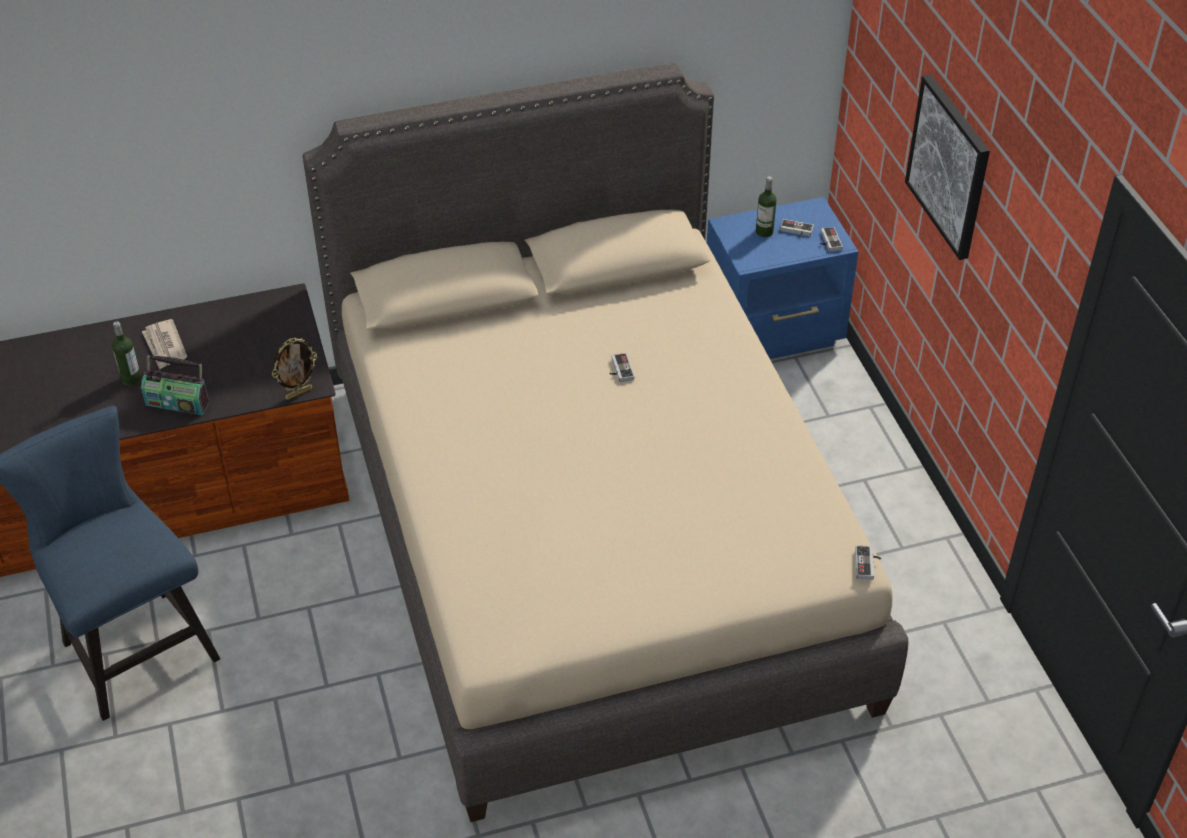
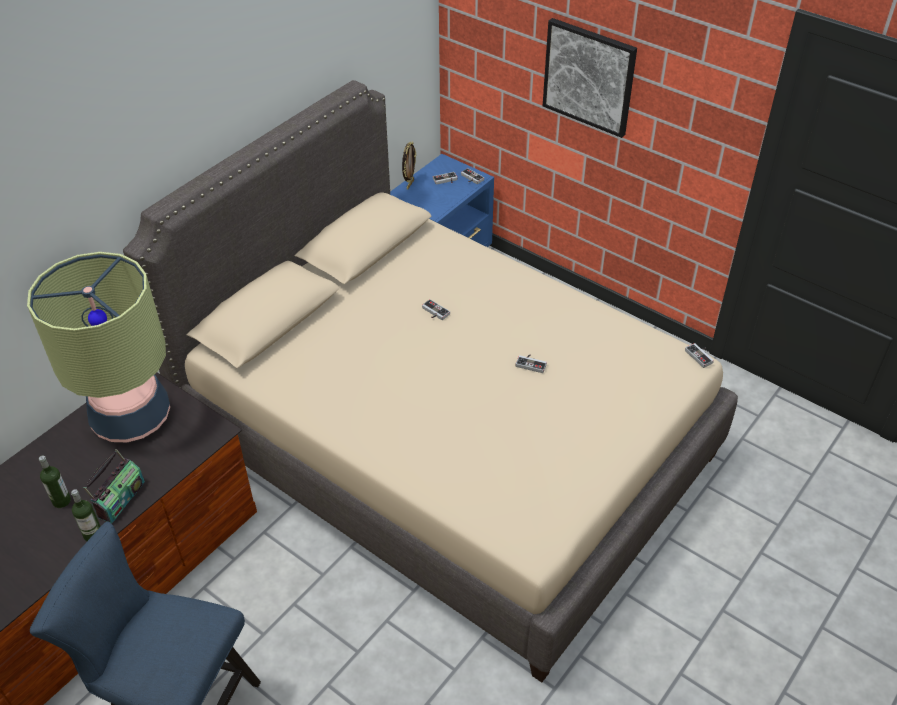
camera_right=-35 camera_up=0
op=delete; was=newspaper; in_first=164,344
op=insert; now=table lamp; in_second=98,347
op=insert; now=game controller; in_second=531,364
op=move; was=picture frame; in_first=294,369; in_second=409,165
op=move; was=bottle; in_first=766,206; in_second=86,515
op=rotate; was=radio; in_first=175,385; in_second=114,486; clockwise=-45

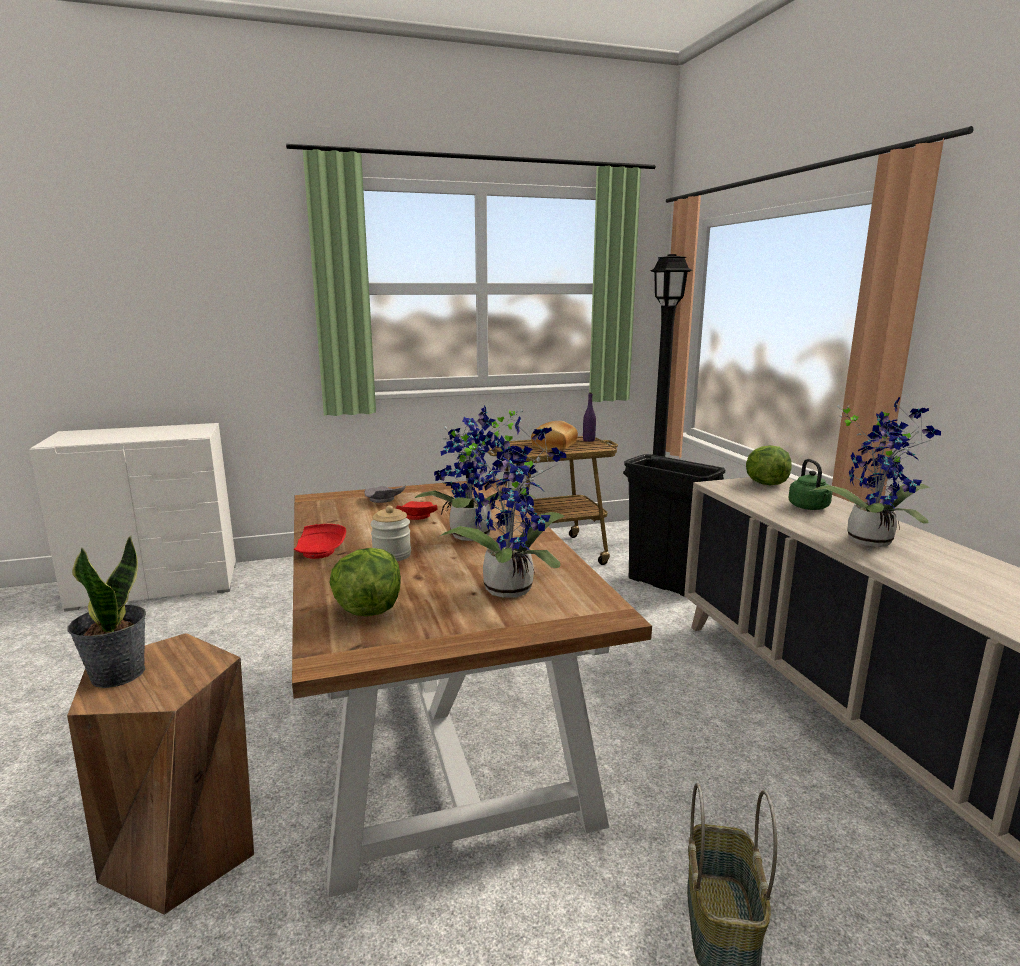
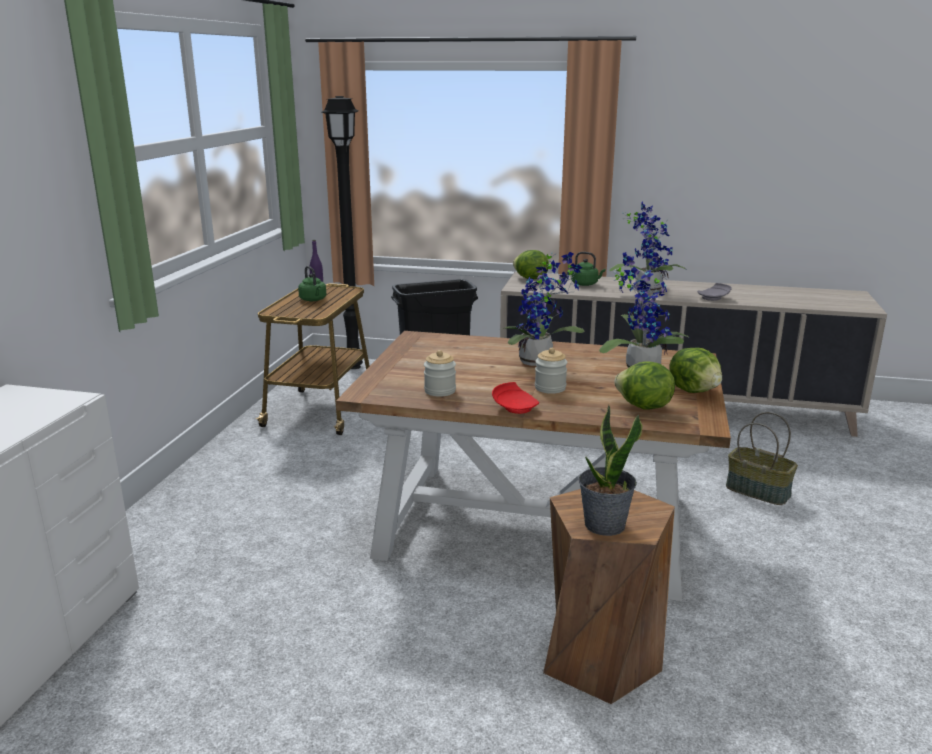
camera_right=-60 camera_up=5
op=delete; was=plate (red); in_first=416,510
op=insert; now=jar; in_second=440,373
op=insert; now=lettuce; in_second=695,370
op=move; was=plate (grey); in_first=385,493; in_second=714,292
op=replace; was=bread; now=kettle (green); in_first=554,436; in_second=312,283

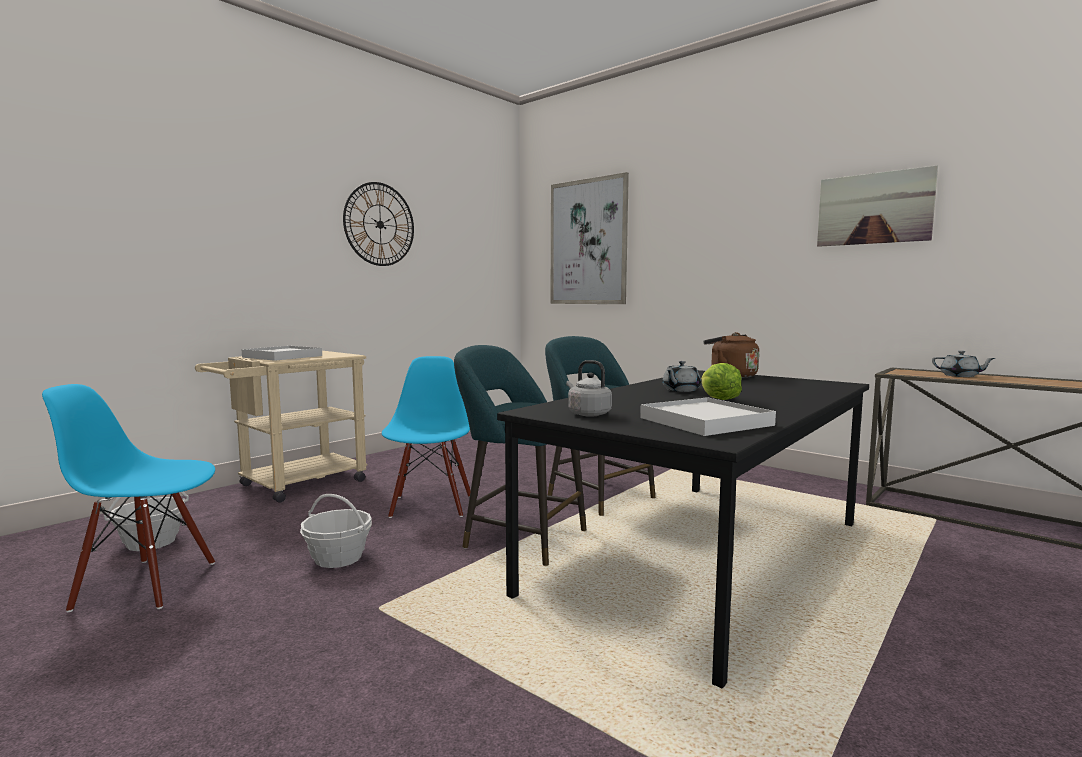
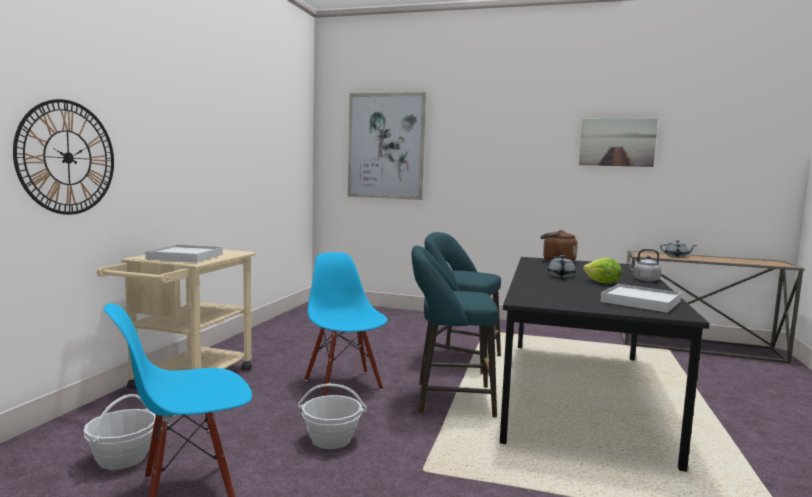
camera_right=-25 camera_up=0
op=move; was=wall clock; in_first=378,224; in_second=63,157
op=move; was=kettle (grey); in_first=589,388; in_second=643,265

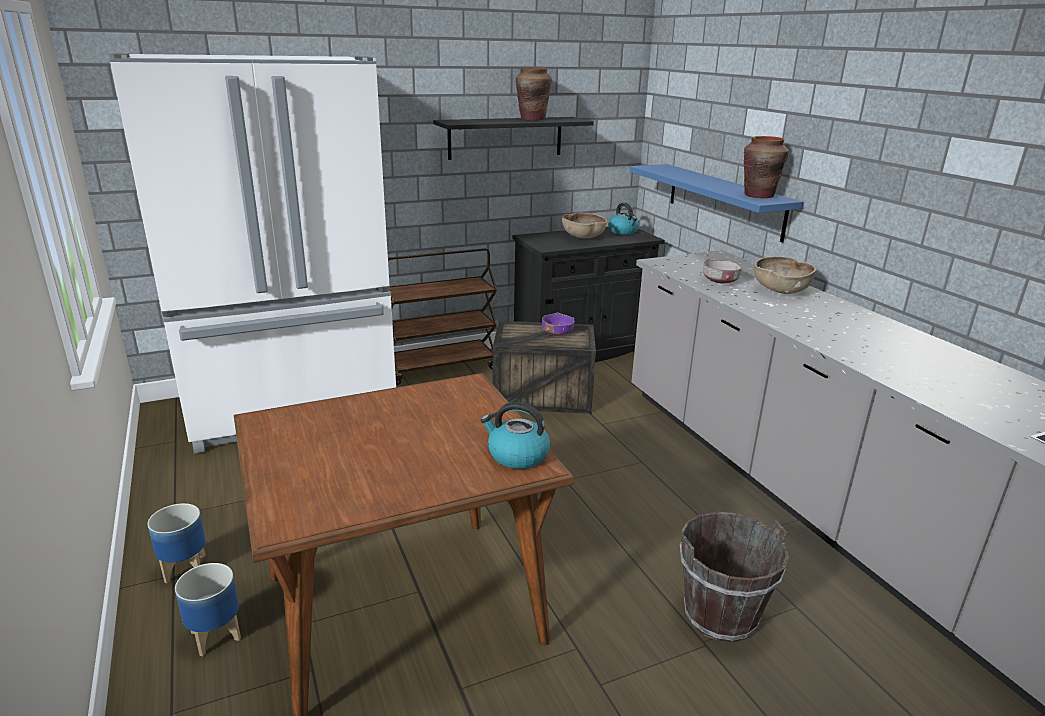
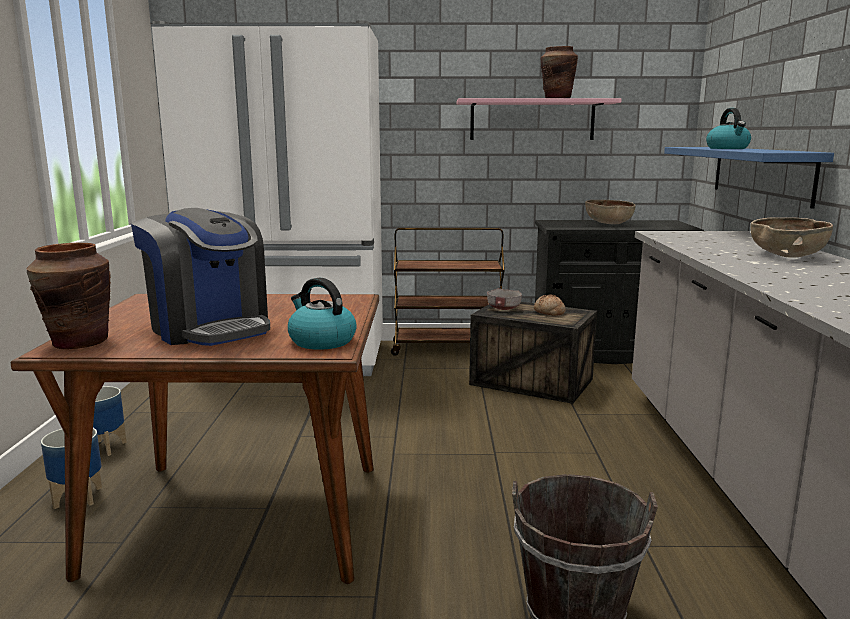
camera_right=25 camera_up=-10
op=insert; now=coffee machine; in_second=200,277
op=move; was=kettle; in_first=623,219; in_second=728,128
op=move; was=bowl (grey); in_first=722,271; in_second=504,299
op=move; was=vase (brown); in_first=766,167; in_second=69,296
op=replace; was=bowl (purple); now=bread; in_first=558,324; in_second=550,305
op=recolor; was=shelf (black); now=shelf (pink); in_first=513,138; in_second=539,119

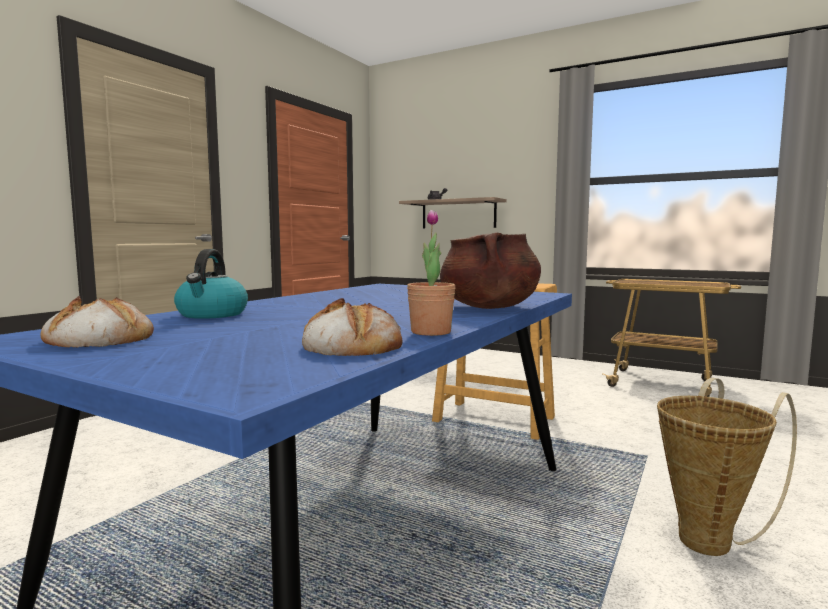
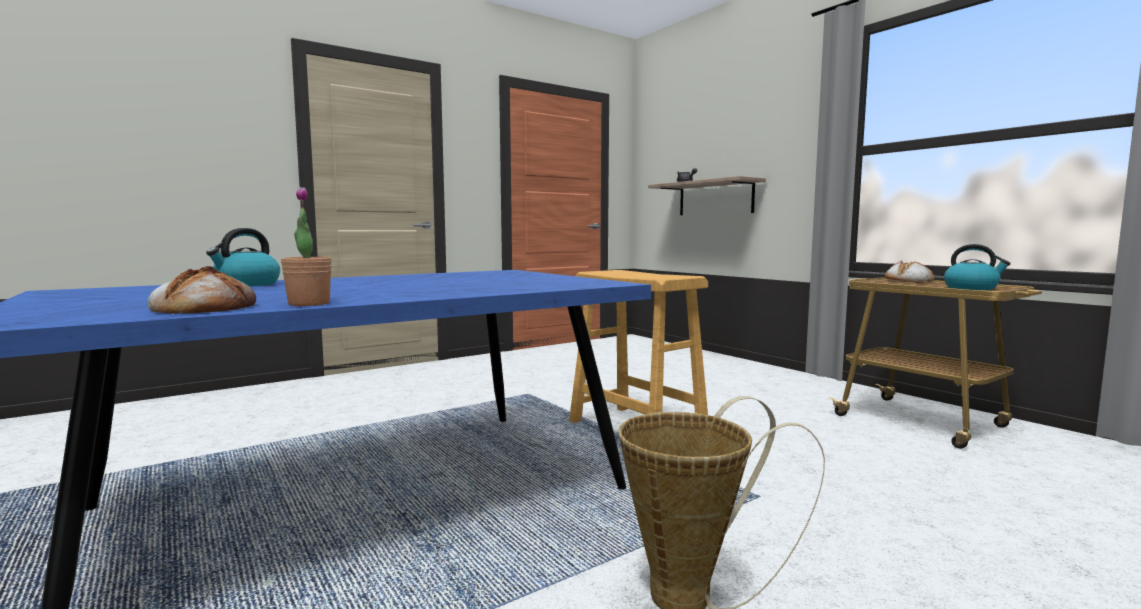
camera_right=25 camera_up=0
op=delete; was=cooking pot (brown); in_first=490,270
op=insert; now=kettle; in_second=977,267
op=move; was=bread; in_first=97,321; in_second=909,271

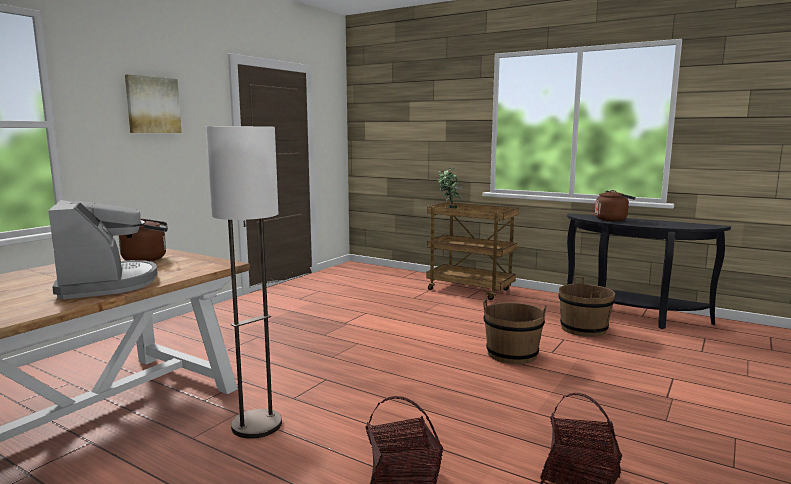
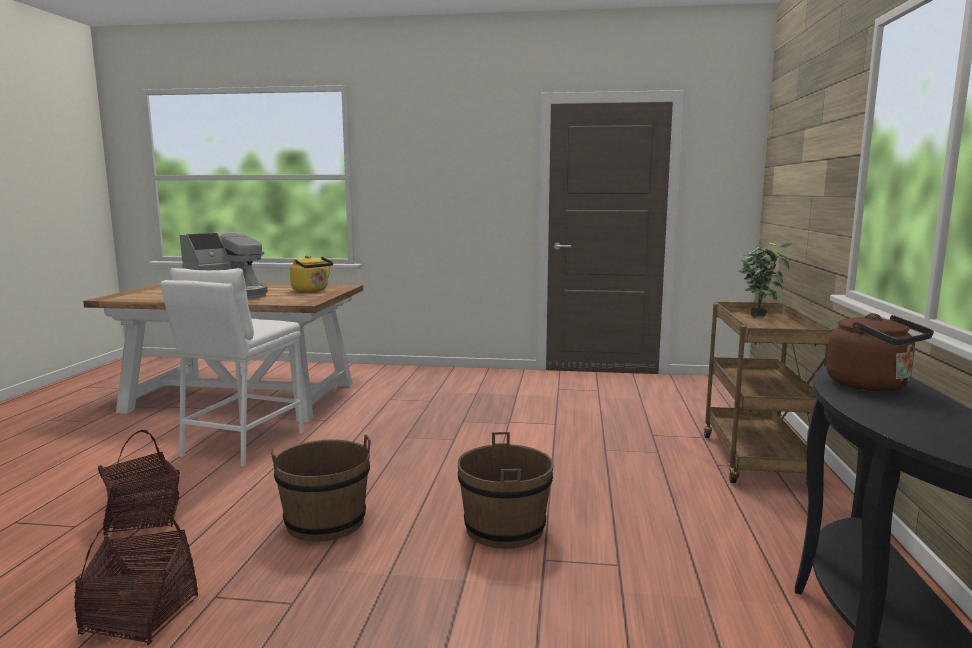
camera_right=65 camera_up=0
op=delete; was=picture; in_first=153,103
op=move; was=bucket (brown); in_first=586,307; in_second=321,488
op=replace; was=floor lamp; now=stool (white); in_first=244,282; in_second=232,367
op=recolor; was=kettle (brown); now=kettle (yellow); in_first=143,240; in_second=311,273

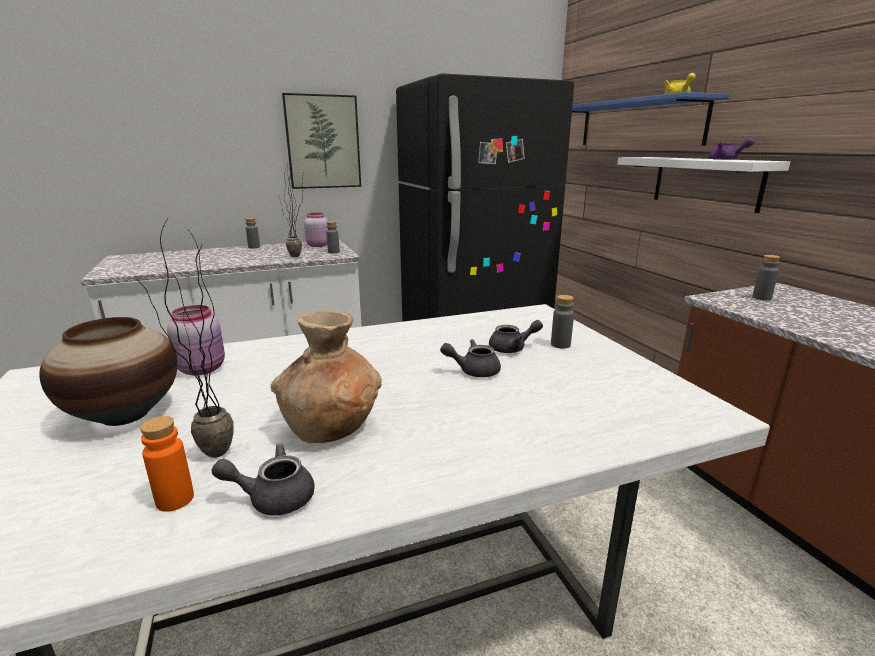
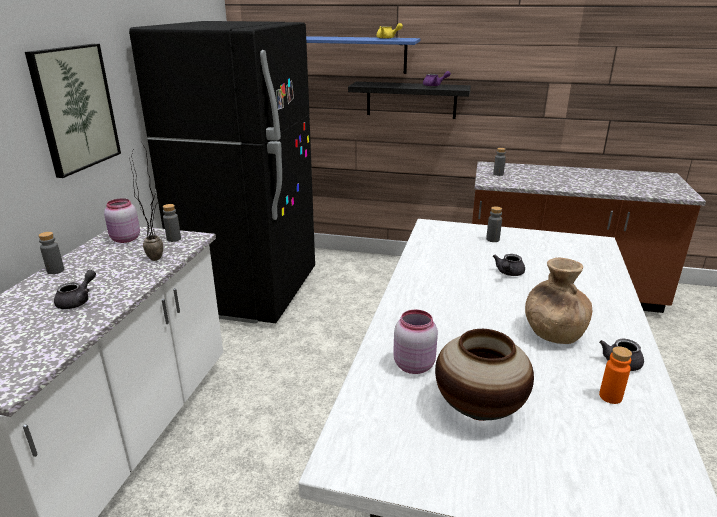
camera_right=-55 camera_up=5
op=delete; was=potted plant; in_first=184,337
op=move; was=teapot (grey); in_first=516,336; in_second=75,289
op=recolor; was=shelf (white); now=shelf (black); in_first=703,185; in_second=409,100

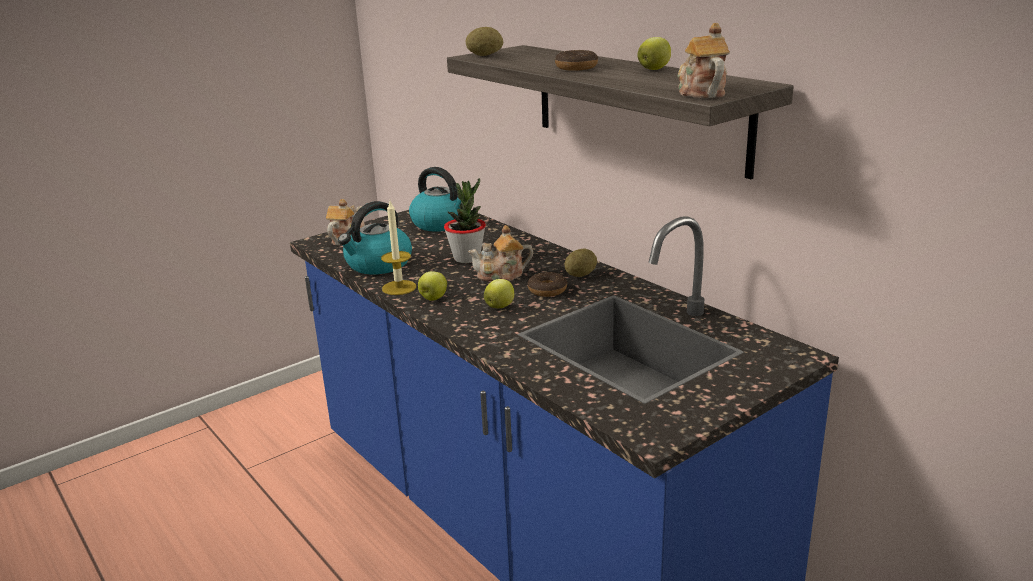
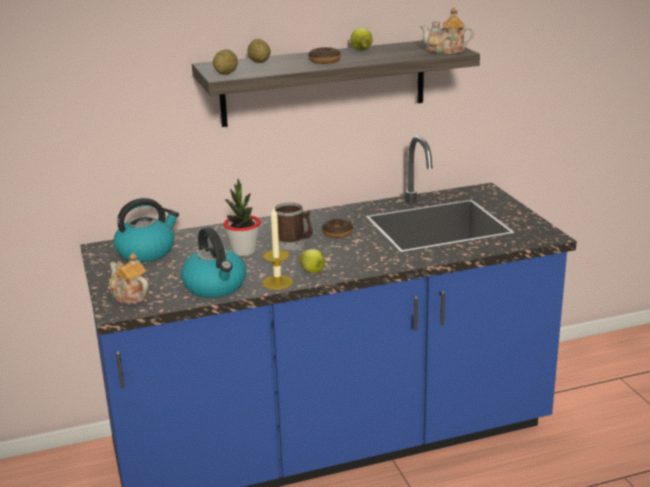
camera_right=-70 camera_up=0
op=delete; was=apple; in_first=499,293
op=move; was=potato; in_first=580,262; in_second=259,51
op=replace; was=teapot; now=mug; in_first=500,253; in_second=294,226

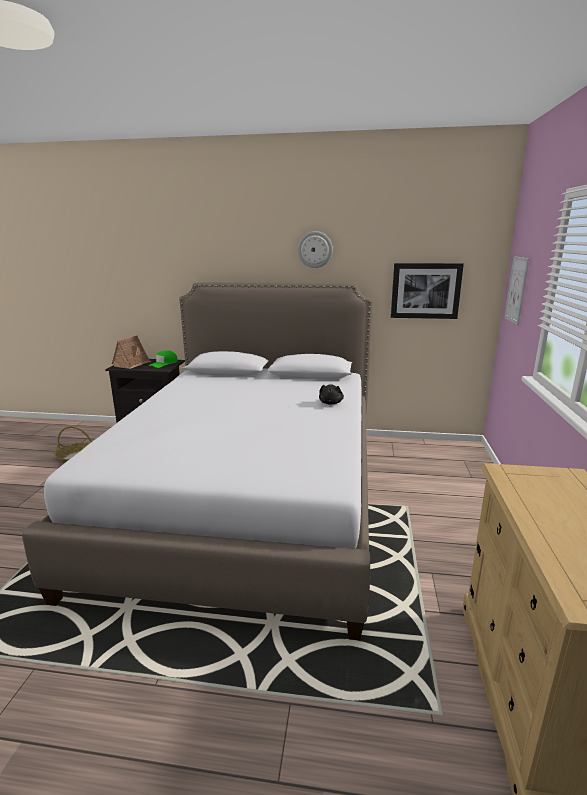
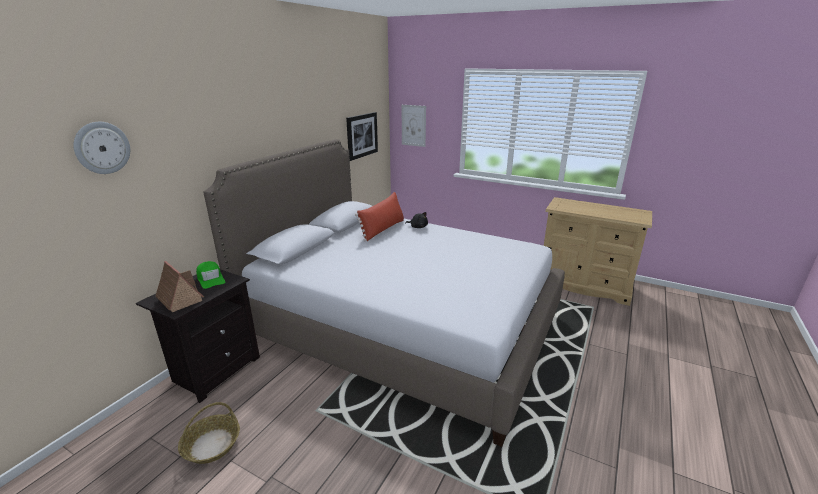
camera_right=-70 camera_up=5
op=insert; now=pillow (red); in_second=379,217
op=move; was=wall clock; in_first=315,249; in_second=101,148

